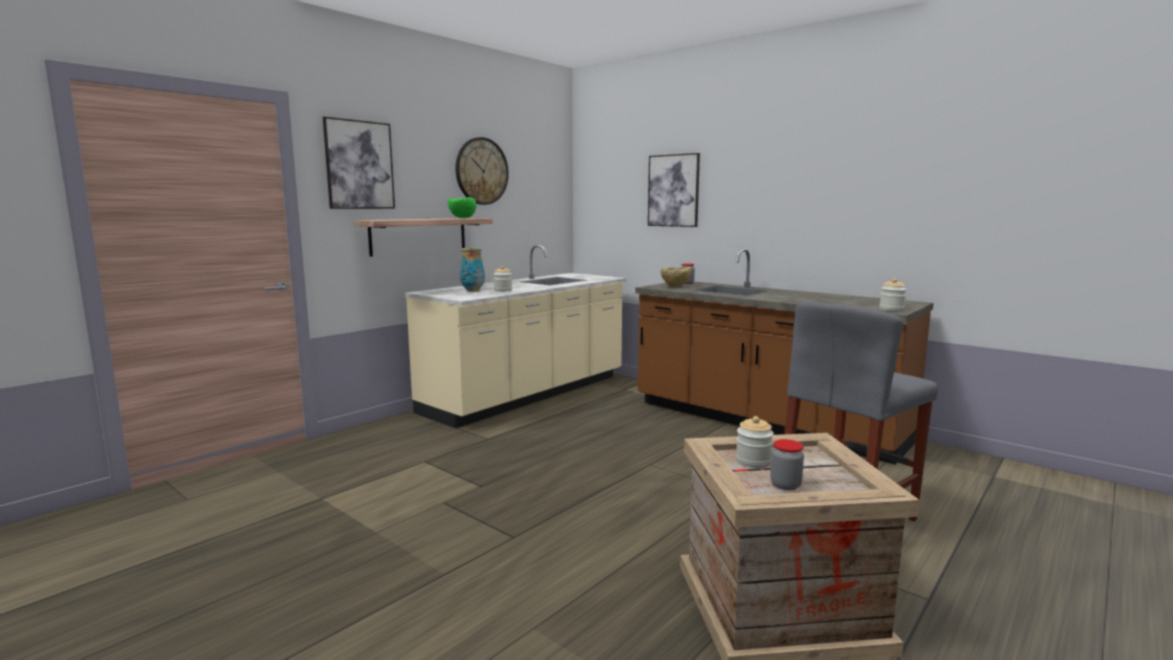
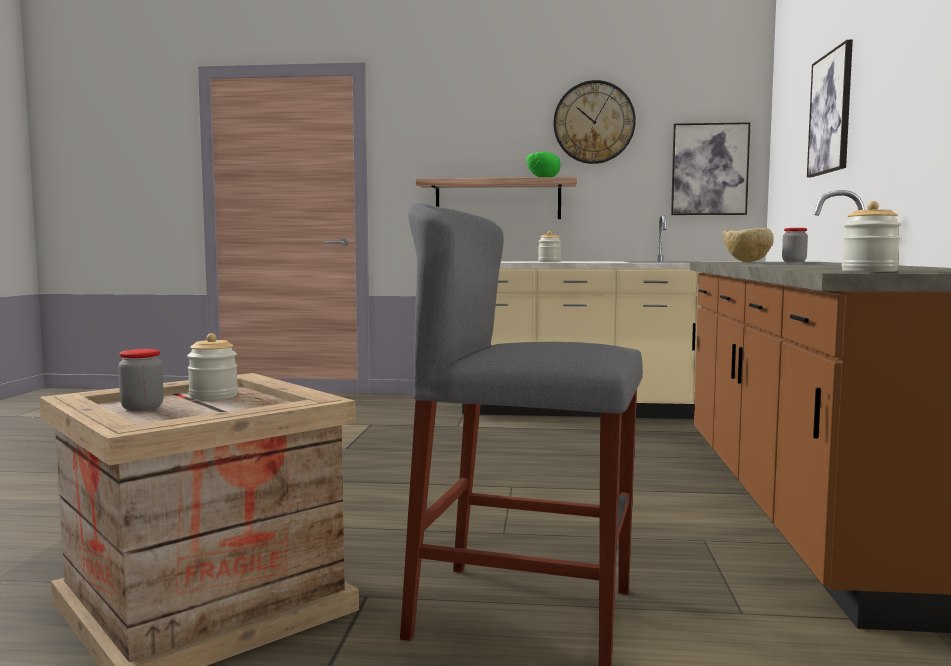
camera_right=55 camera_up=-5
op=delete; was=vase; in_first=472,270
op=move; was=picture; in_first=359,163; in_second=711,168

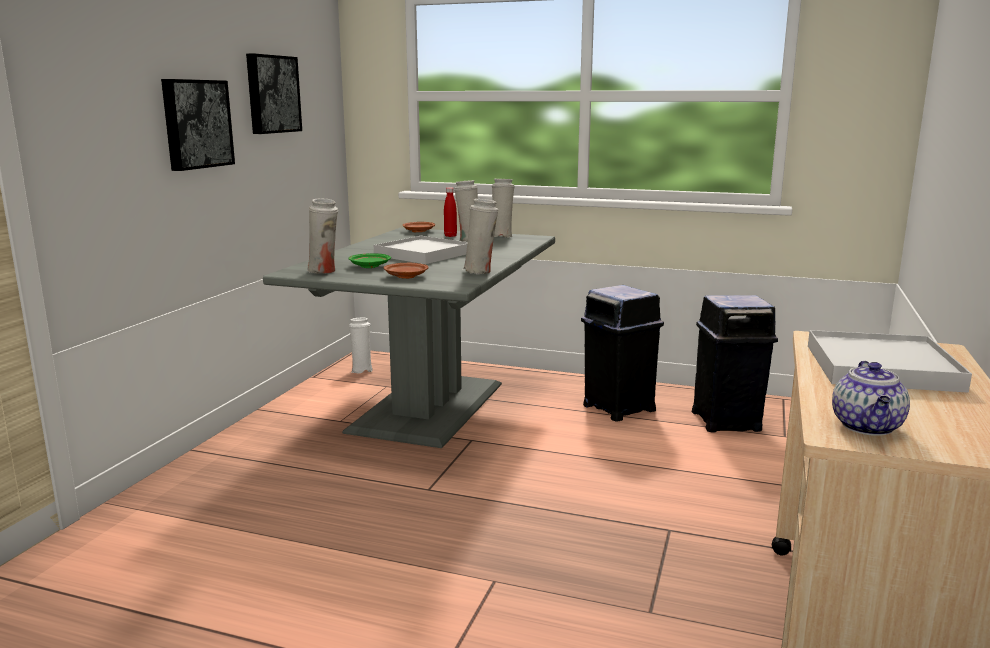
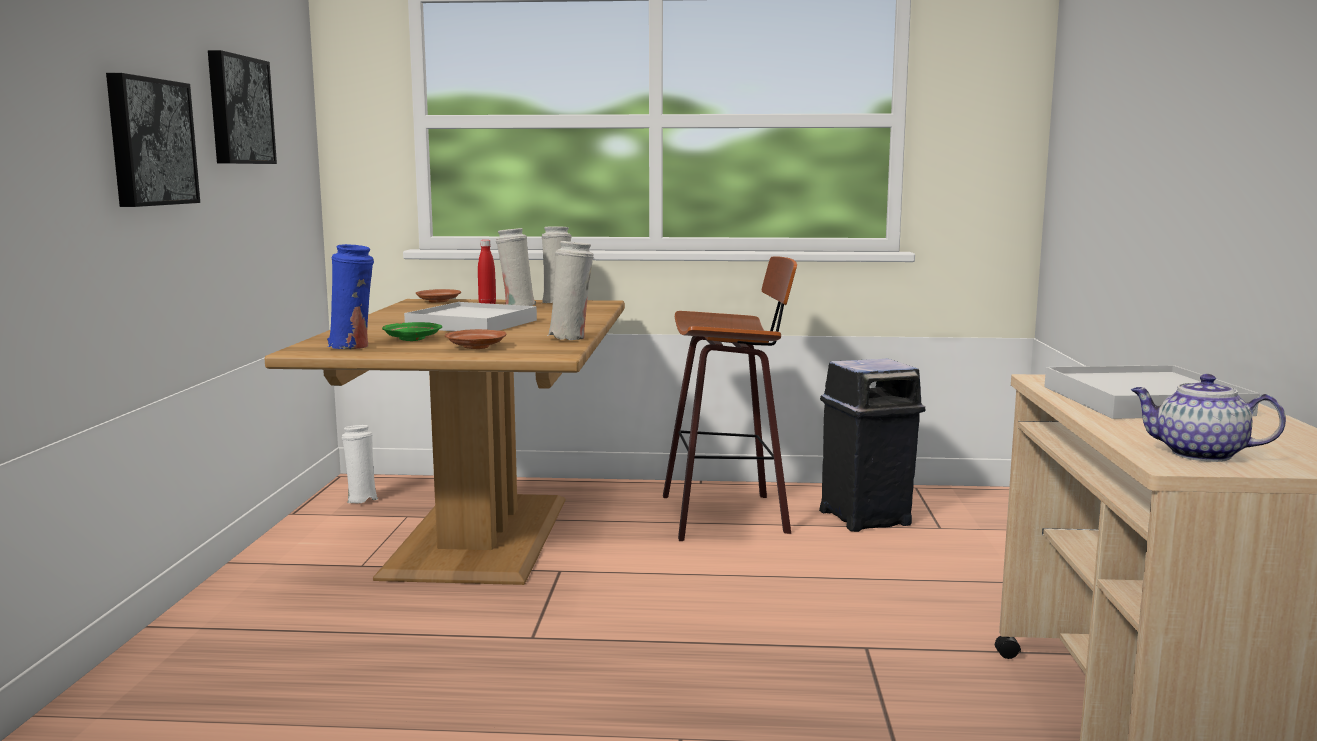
camera_right=-15 camera_up=-5
op=replace; was=trash can (black); now=stool; in_first=622,353; in_second=730,398
op=recolor; was=dining table (grey); now=dining table (brown); in_first=409,338; in_second=445,442
op=recolor; was=vase (white); now=vase (blue); in_first=322,236; in_second=350,296
op=rotate; was=teapot; in_first=871,398; in_second=1208,418; clockwise=120

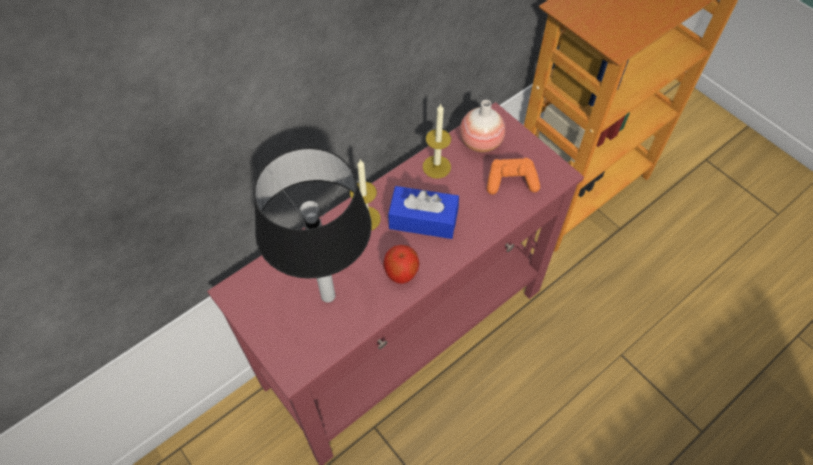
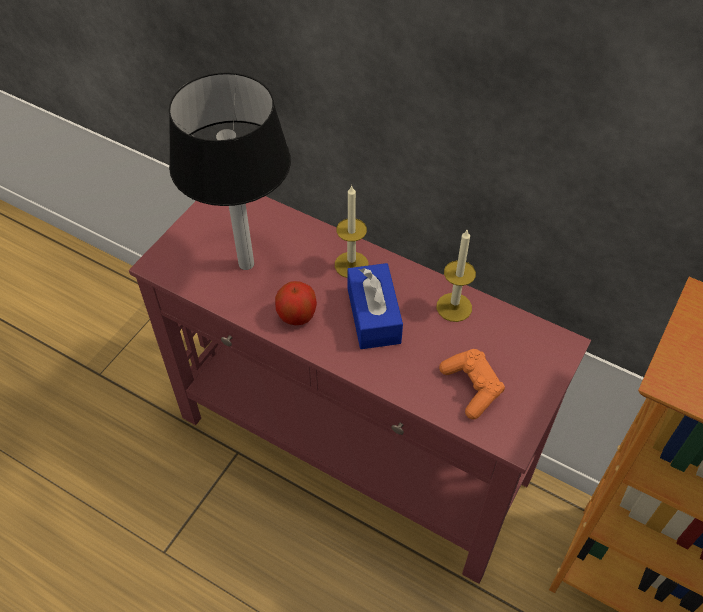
camera_right=70 camera_up=-5
op=delete; was=vase; in_first=482,126

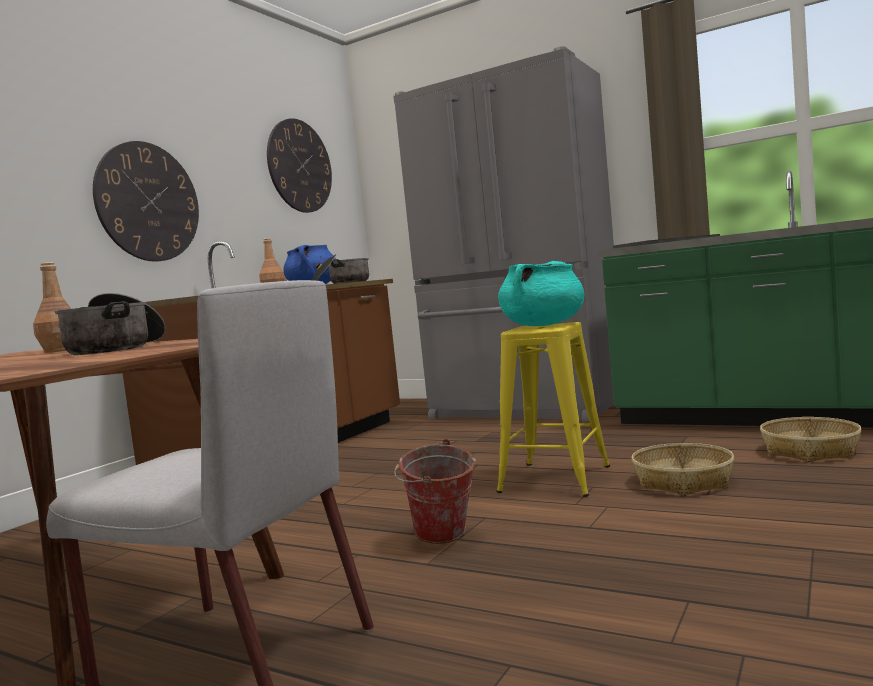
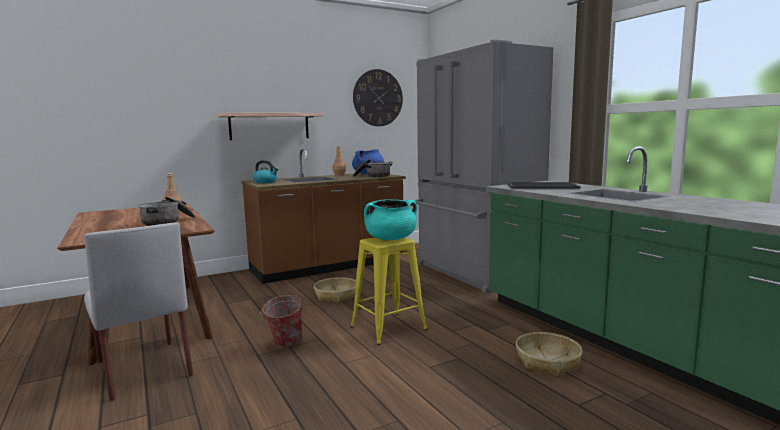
camera_right=30 camera_up=5
op=insert; now=kettle; in_second=265,171
op=move; was=basket; in_first=682,469; in_second=335,290
op=replace; was=wall clock; now=shelf; in_first=146,201; in_second=271,126

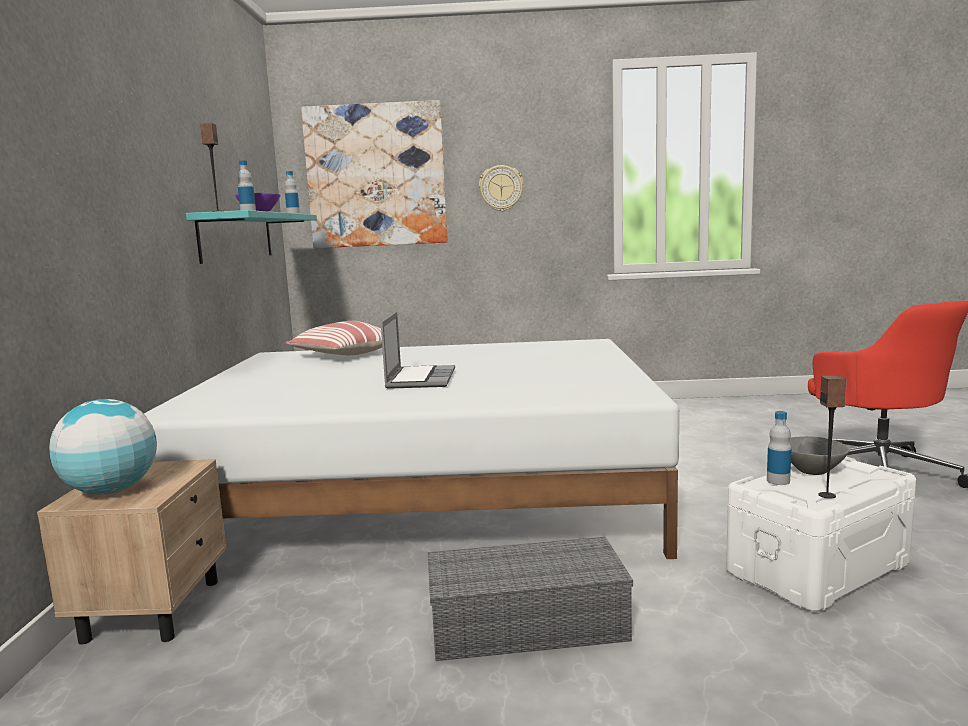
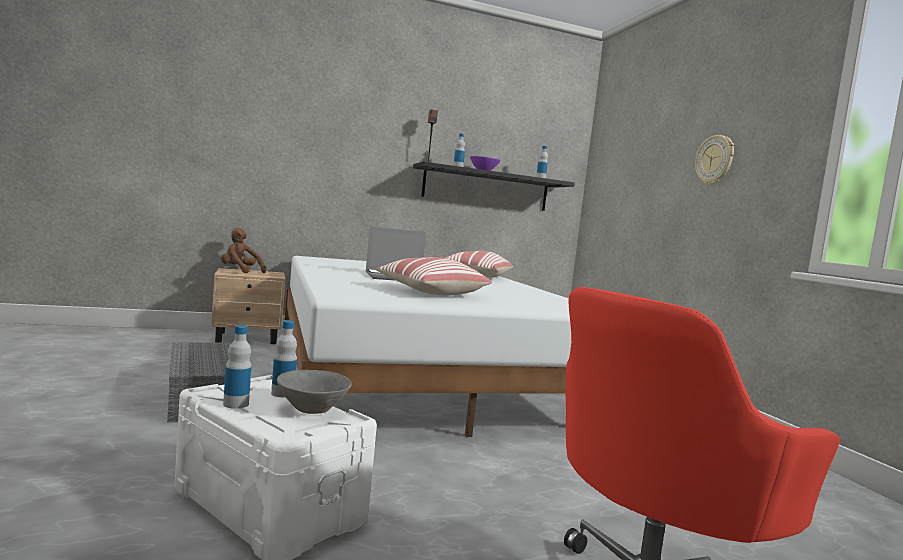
camera_right=70 camera_up=-5
op=delete; was=picture; in_first=374,174
op=insert; now=pillow; in_second=433,276
op=replace; was=globe; now=plush toy (brown); in_first=103,446; in_second=244,250
op=replace; was=speaker; now=bottle; in_first=832,437; in_second=237,367
op=recolor; was=shelf (turquoise); now=shelf (black); in_first=251,237; in_second=494,186

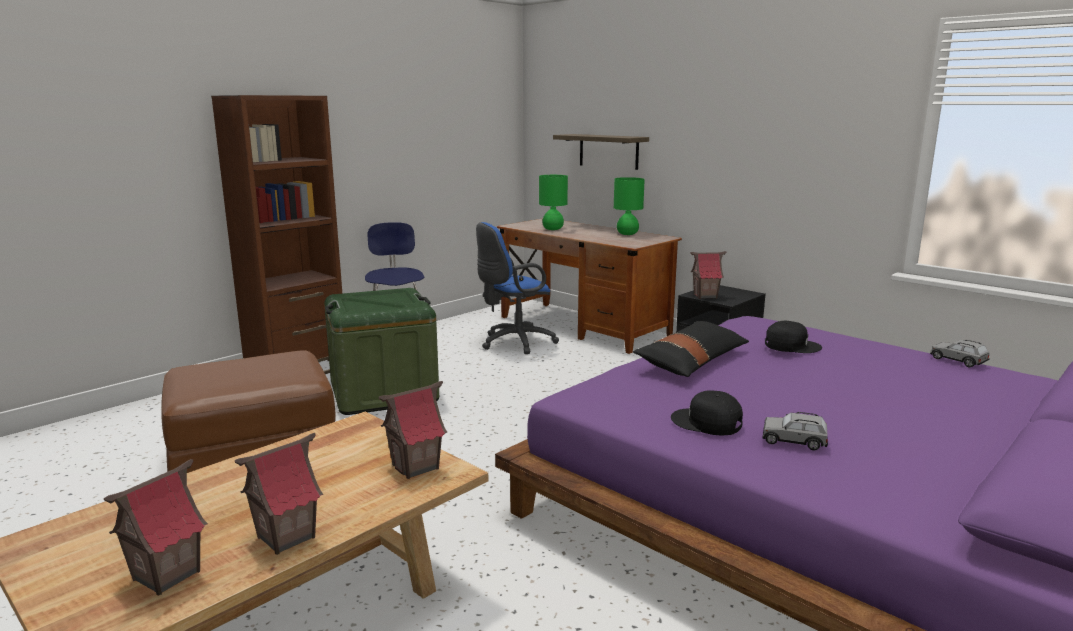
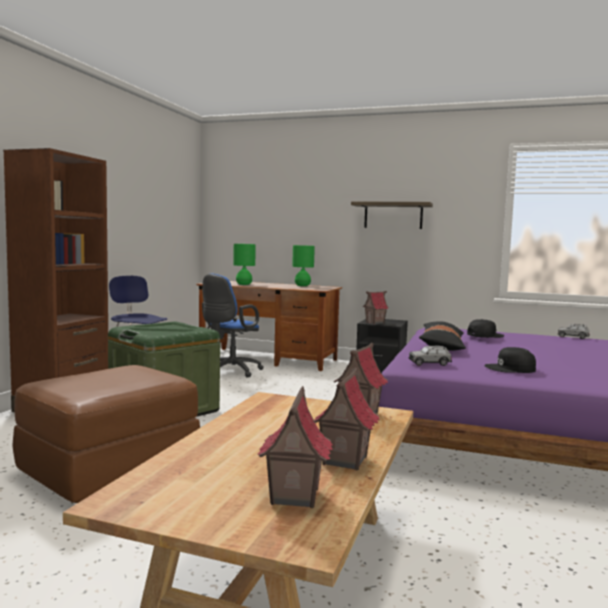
camera_right=-25 camera_up=-10
op=move; was=shelf; in_first=601,152; in_second=392,215
op=move; was=toy car (grey); in_first=795,431; in_second=430,355

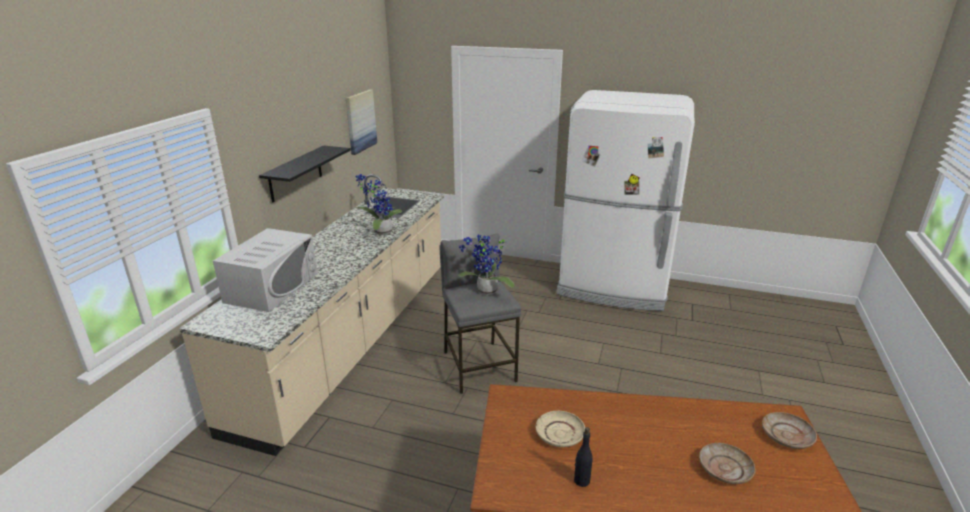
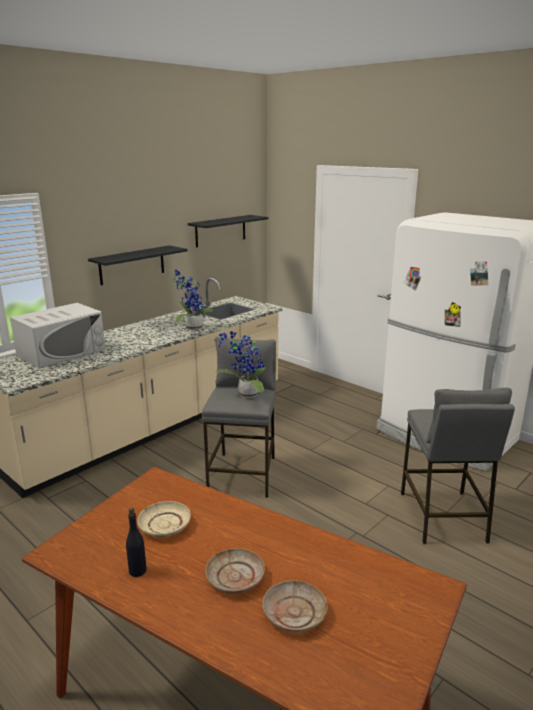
camera_right=25 camera_up=-5
op=insert; now=stool (grey); in_second=458,466
op=move; was=plate (beige); in_first=789,430; in_second=235,571
op=replace; was=picture; now=shelf (black); in_first=361,122; in_second=228,231

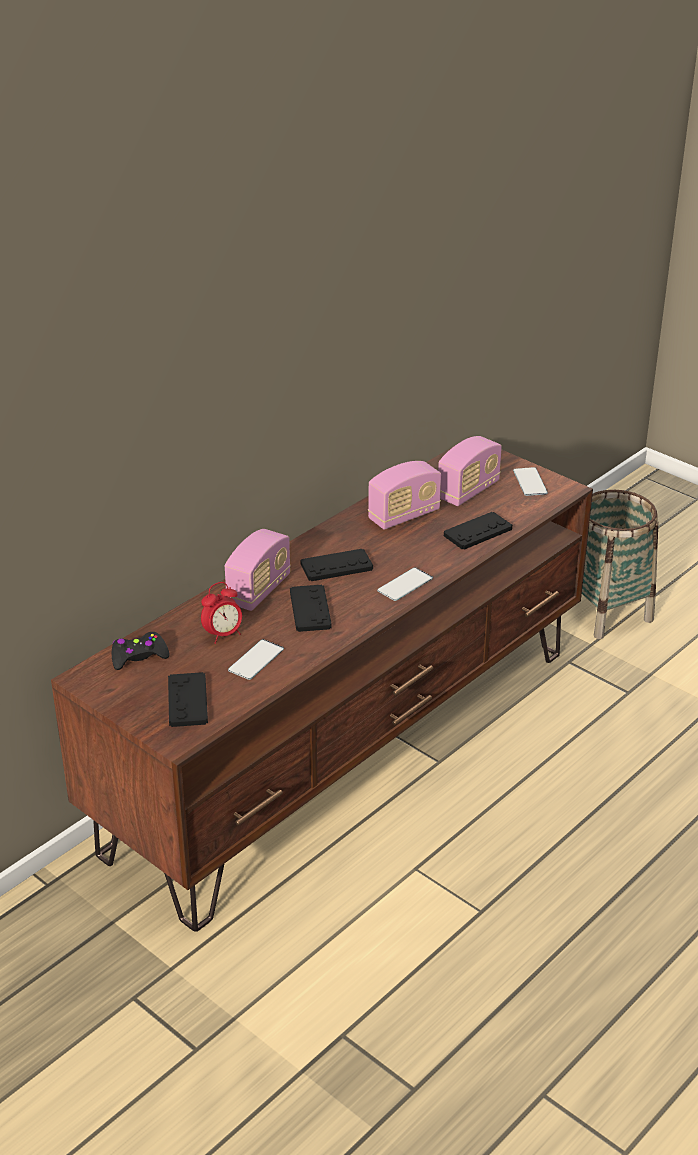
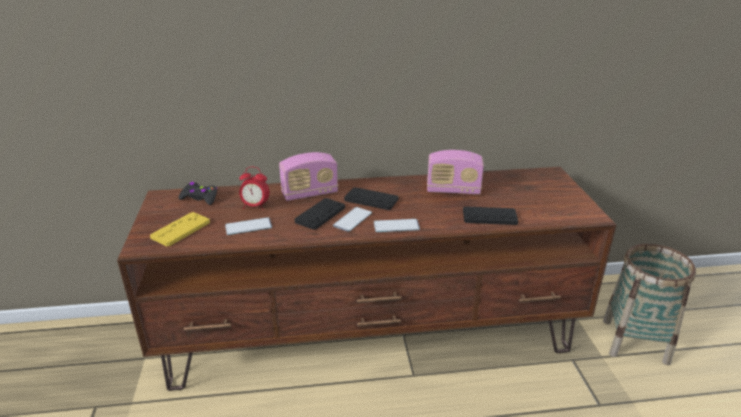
camera_right=40 camera_up=-5
op=delete; was=radio; in_first=470,471
op=move; was=phone; in_first=530,481; in_second=352,219
op=recolor; was=game controller (black); now=game controller (yellow); in_first=188,699; in_second=180,229

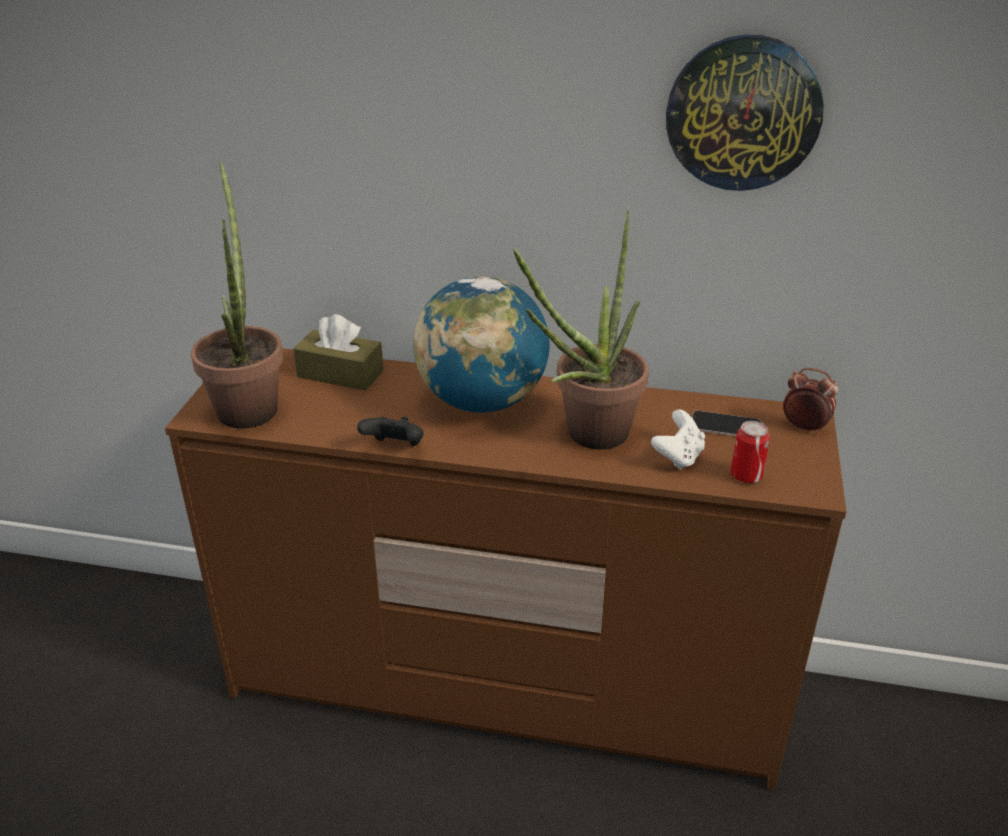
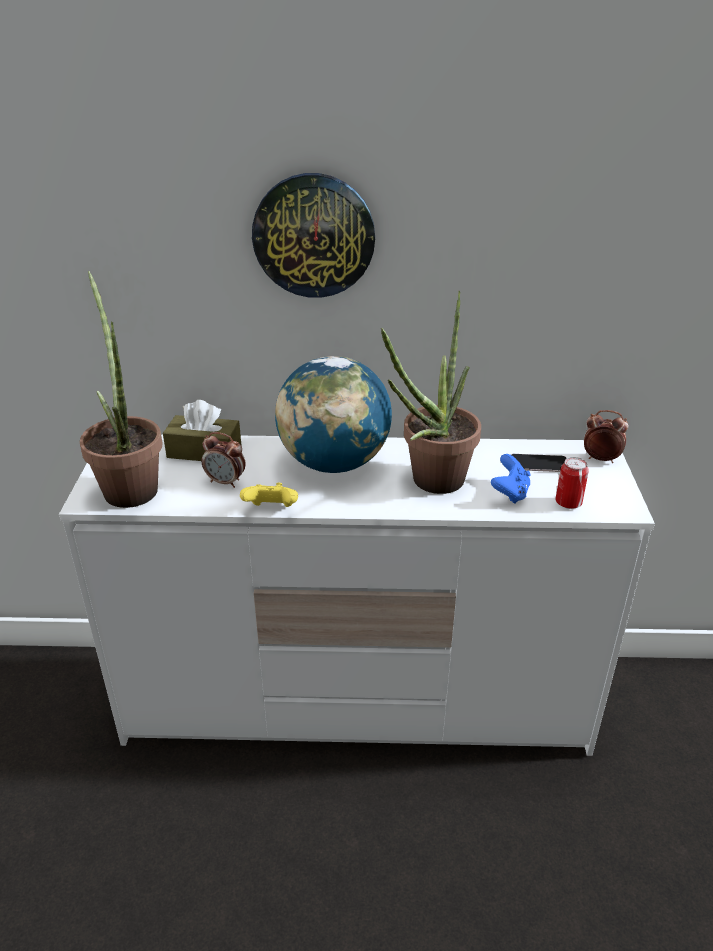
camera_right=-10 camera_up=0
op=insert; now=alarm clock; in_second=224,460
op=move; was=wall clock; in_first=745,112; in_second=313,235
op=recolor; was=dresser (brown); now=dresser (white); in_first=505,569; in_second=357,595
op=recolor; was=game controller (black); now=game controller (yellow); in_first=390,431; in_second=269,495
op=recolor; was=game controller (white); now=game controller (blue); in_first=678,439; in_second=511,479

